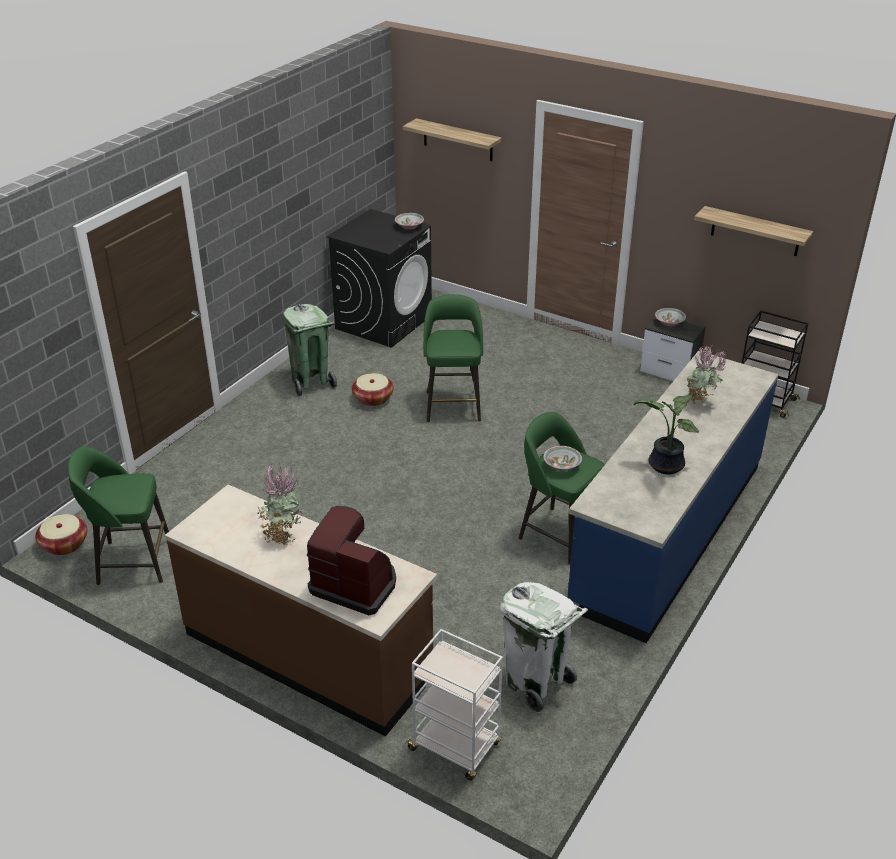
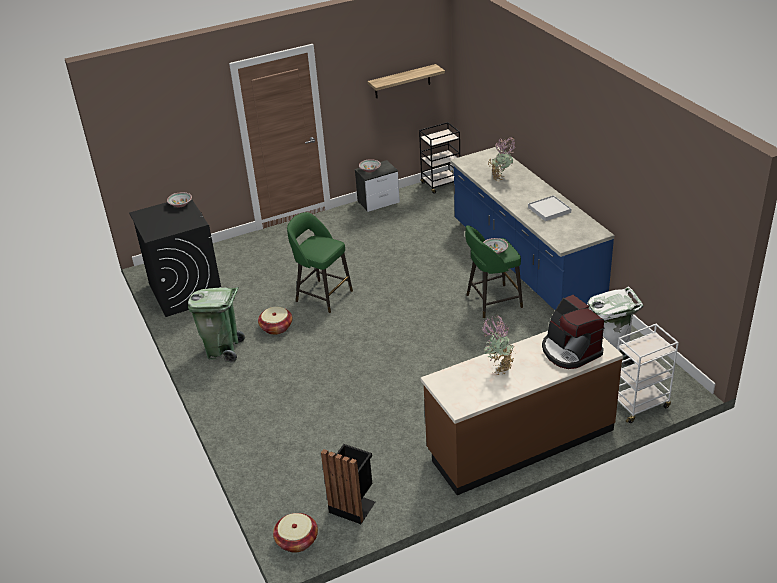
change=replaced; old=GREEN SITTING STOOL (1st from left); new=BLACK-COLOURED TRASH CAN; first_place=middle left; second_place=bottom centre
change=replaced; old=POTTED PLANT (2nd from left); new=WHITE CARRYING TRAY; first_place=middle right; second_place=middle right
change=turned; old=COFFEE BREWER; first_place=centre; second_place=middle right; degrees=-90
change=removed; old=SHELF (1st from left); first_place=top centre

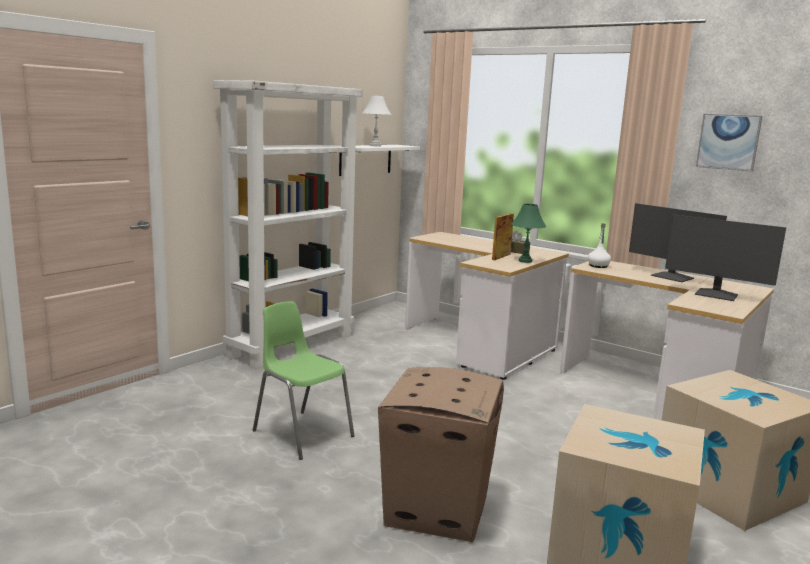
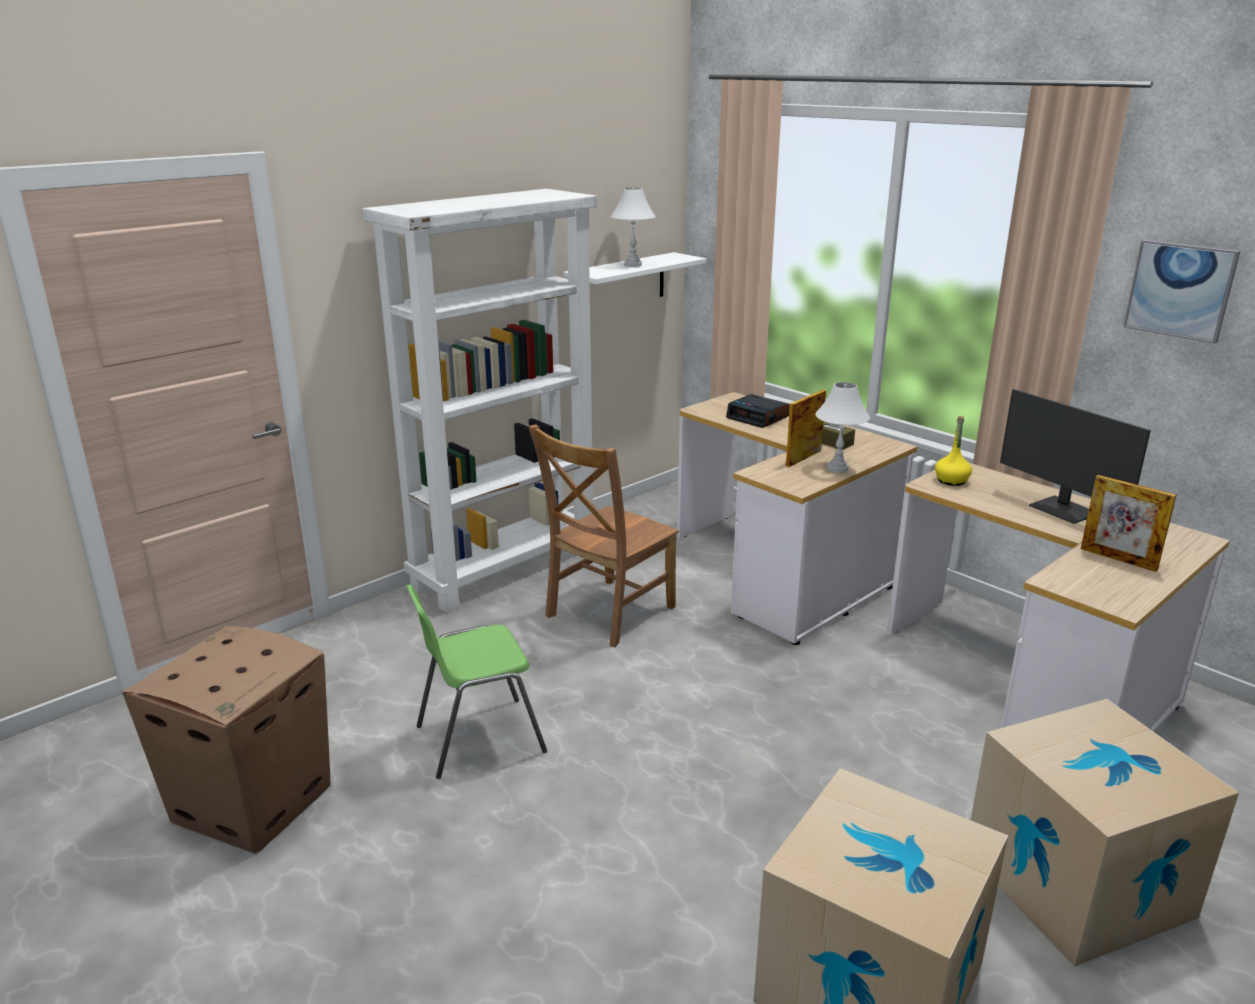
change=moved; old=CARTON (1st from left); first_place=bottom centre; second_place=bottom left
change=turned; old=GREEN PLAIN CHAIR; first_place=bottom centre; second_place=bottom centre; degrees=-75
change=added; new=BROWN-COLOURED PLAIN CHAIR; second_place=centre
change=added; new=TABLE CLOCK; second_place=centre
change=recoloured; old=GREEN LAMP FOR A TABLE; new=WHITE LAMP FOR A TABLE (2nd from left); first_place=centre; second_place=middle right
change=recoloured; old=WHITE DRINK BOTTLE; new=YELLOWISH DRINK BOTTLE; first_place=middle right; second_place=middle right
change=replaced; old=COMPUTER DISPLAY (2nd from left); new=PICTURE FRAME (2nd from left); first_place=middle right; second_place=middle right

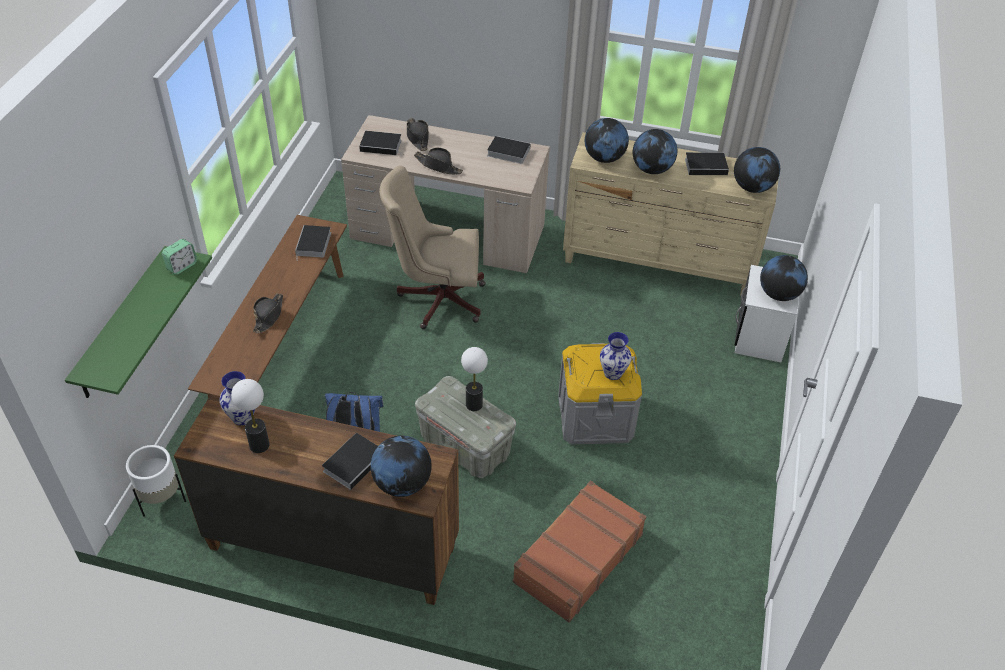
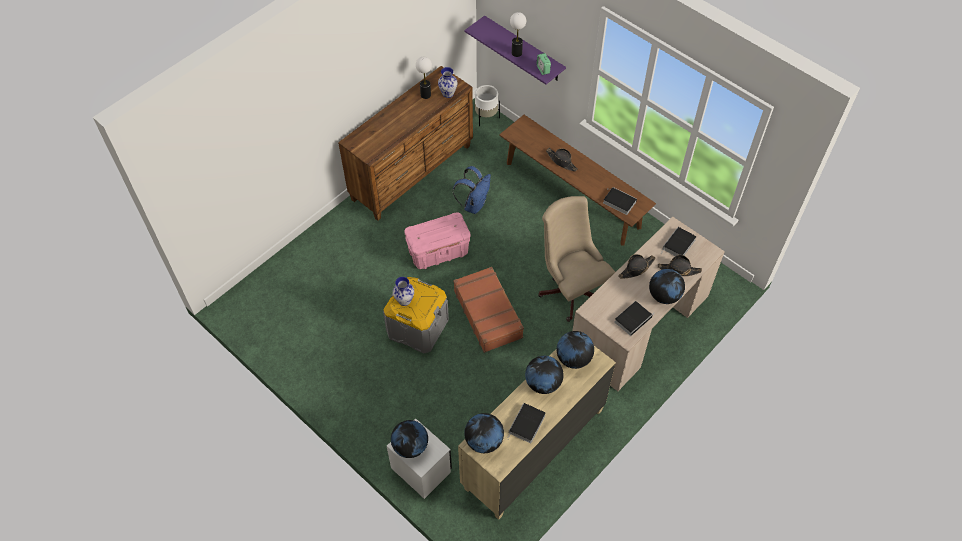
change=recoloured; old=GREY STORAGE CONTAINER (1st from left); new=PINK STORAGE CONTAINER; first_place=centre; second_place=centre
change=moved; old=BROWN-COLOURED PIECE OF LUGGAGE; first_place=bottom centre; second_place=centre
change=recoloured; old=GREEN SHELF; new=PURPLISH SHELF; first_place=middle left; second_place=top centre
change=moved; old=LAMP FOR A TABLE (2nd from left); first_place=centre; second_place=top centre
change=turned; old=SAND-COLOURED COMPUTER CHAIR; first_place=centre; second_place=centre; degrees=-60
change=moved; old=GLOBE (1st from left in the first image); new=GLOBE (5th from left); first_place=bottom centre; second_place=middle right
change=removed; old=VOLUME (2nd from left); first_place=bottom centre

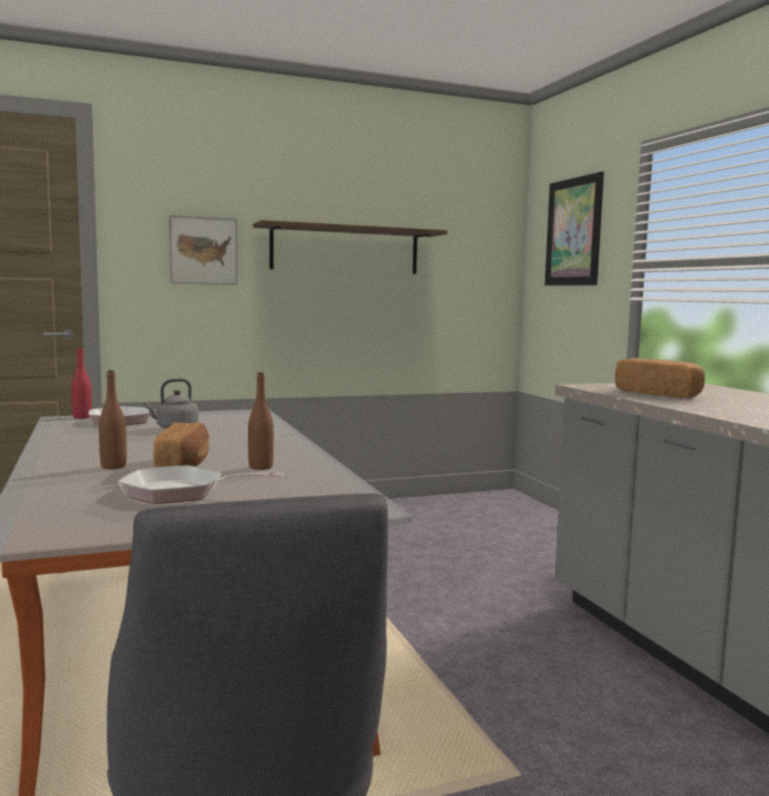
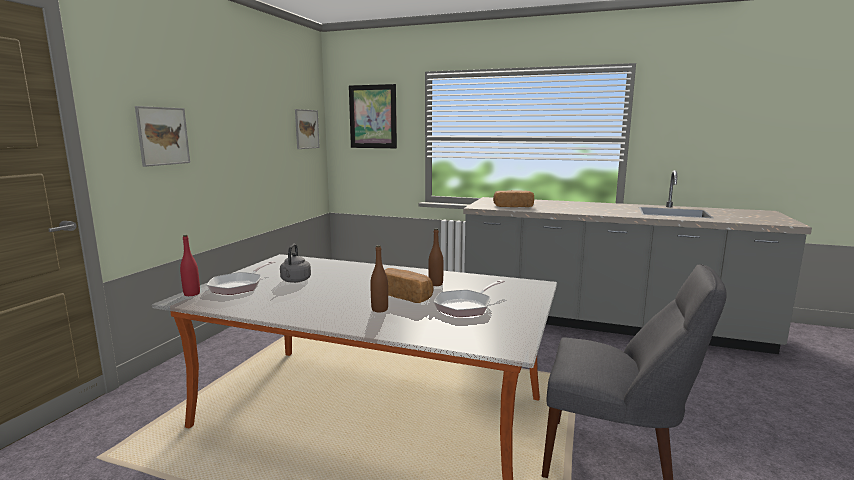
change=added; new=WALL ART (2nd from left); second_place=top centre
change=removed; old=SHELF; first_place=top centre

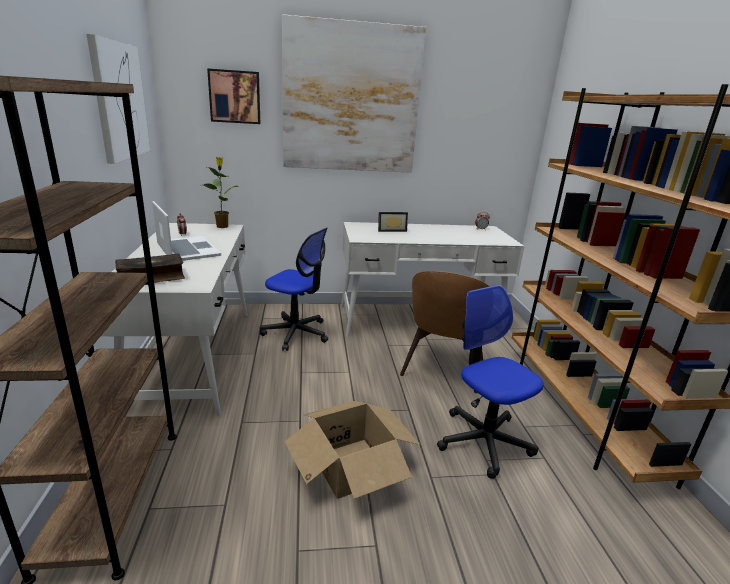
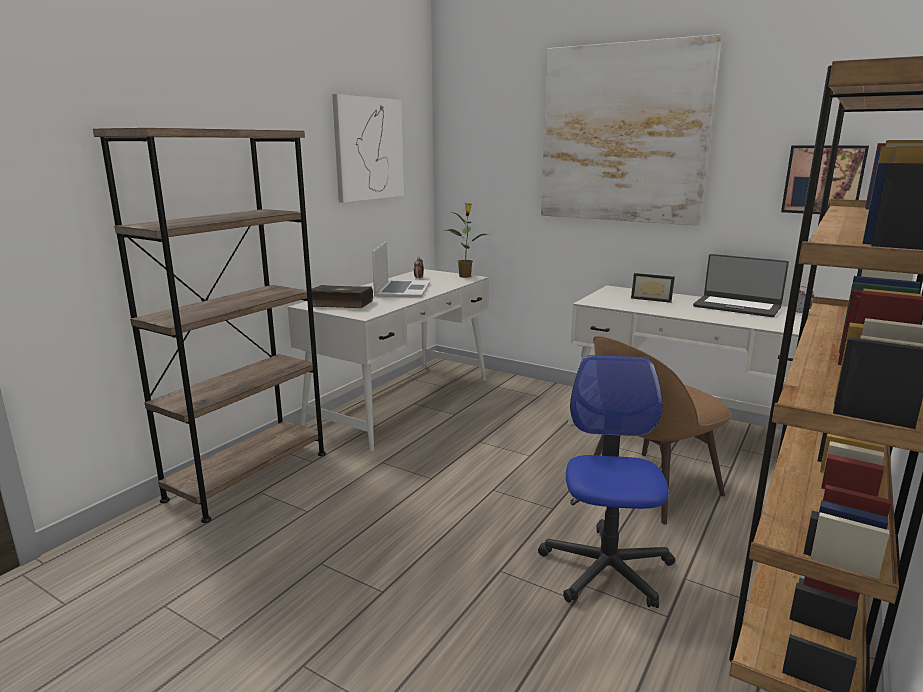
change=added; new=PORTABLE COMPUTER (2nd from left); second_place=middle right
change=moved; old=WALL ART (2nd from left in the first image); new=WALL ART (3rd from left); first_place=top left; second_place=top right
change=removed; old=COMPUTER CHAIR (1st from left); first_place=centre
change=removed; old=CARTON; first_place=bottom centre

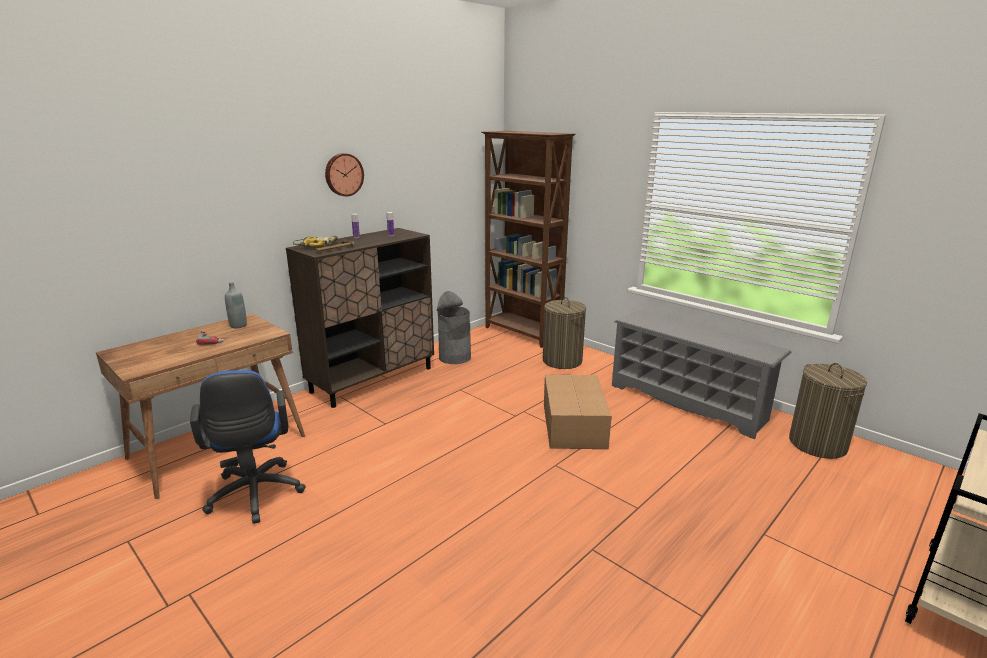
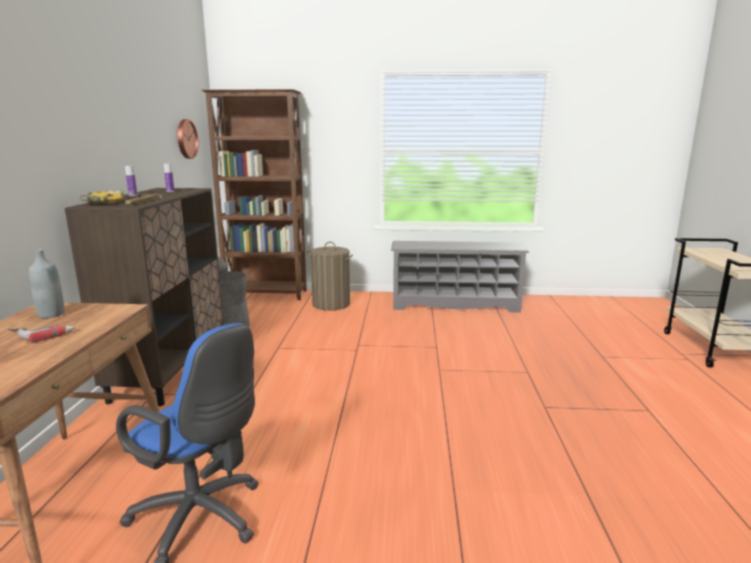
change=moved; old=HANGING CLOCK; first_place=top centre; second_place=top left
change=removed; old=CARTON; first_place=centre
change=removed; old=HAMPER (2nd from left); first_place=middle right

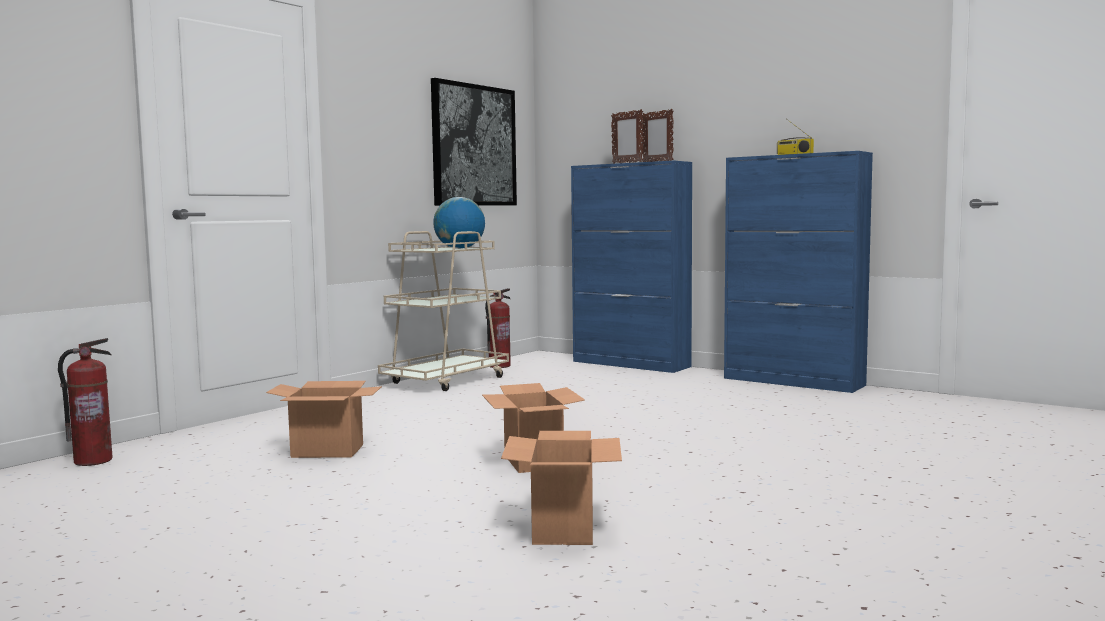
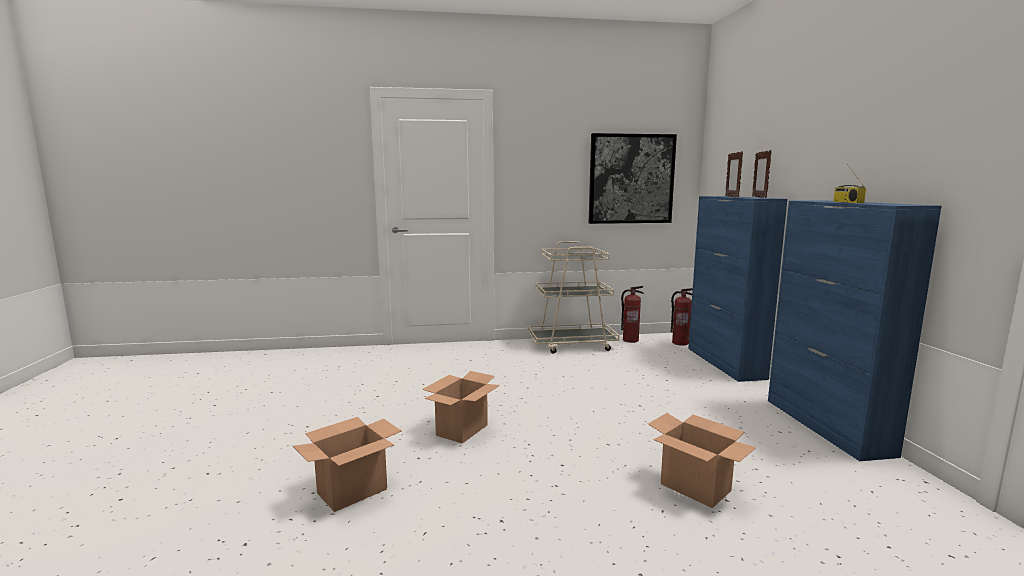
change=moved; old=CARTON (1st from left in the first image); new=CARTON (3rd from left); first_place=bottom left; second_place=bottom right
change=moved; old=FIRE EXTINGUISHER (1st from left in the first image); new=FIRE EXTINGUISHER (2nd from left); first_place=middle left; second_place=centre
change=removed; old=GLOBE; first_place=centre

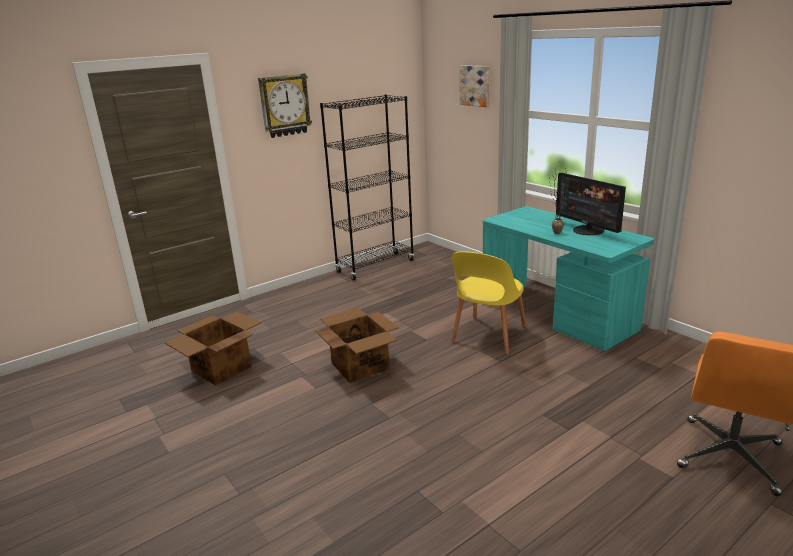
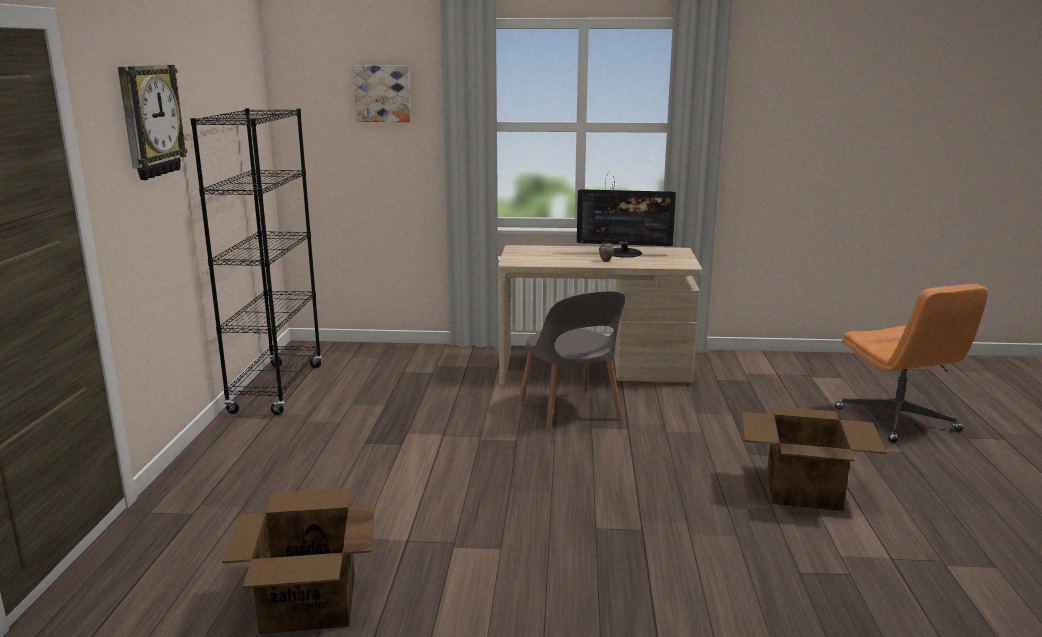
change=recoloured; old=TURQUOISE DESK UNIT; new=SAND-COLOURED DESK UNIT; first_place=middle right; second_place=centre
change=recoloured; old=YELLOWISH PLAIN CHAIR; new=GREY PLAIN CHAIR; first_place=centre; second_place=centre
change=moved; old=CARTON (2nd from left); first_place=centre; second_place=bottom right

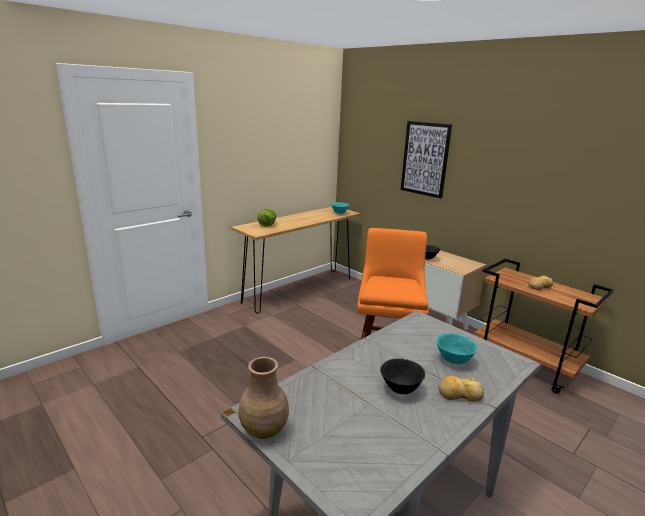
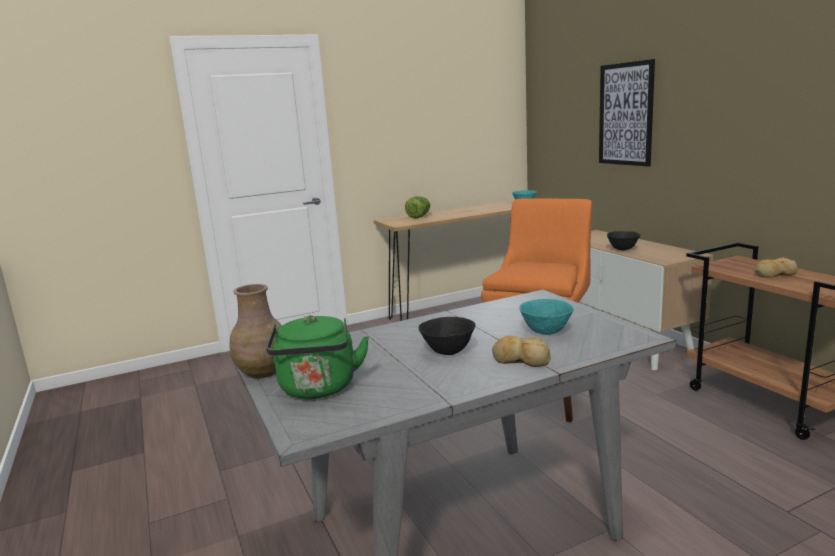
change=added; new=GREEN WATER KETTLE; second_place=centre

